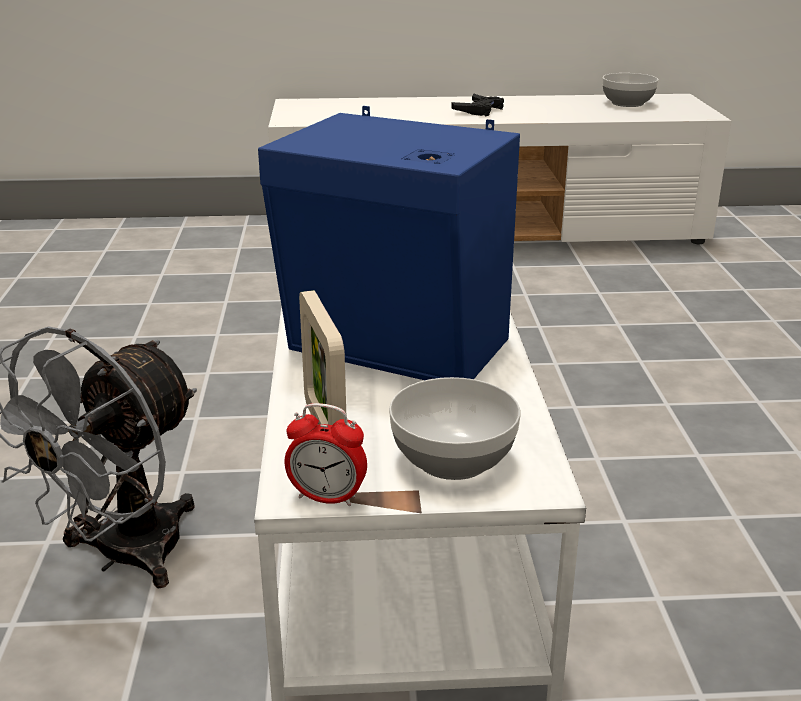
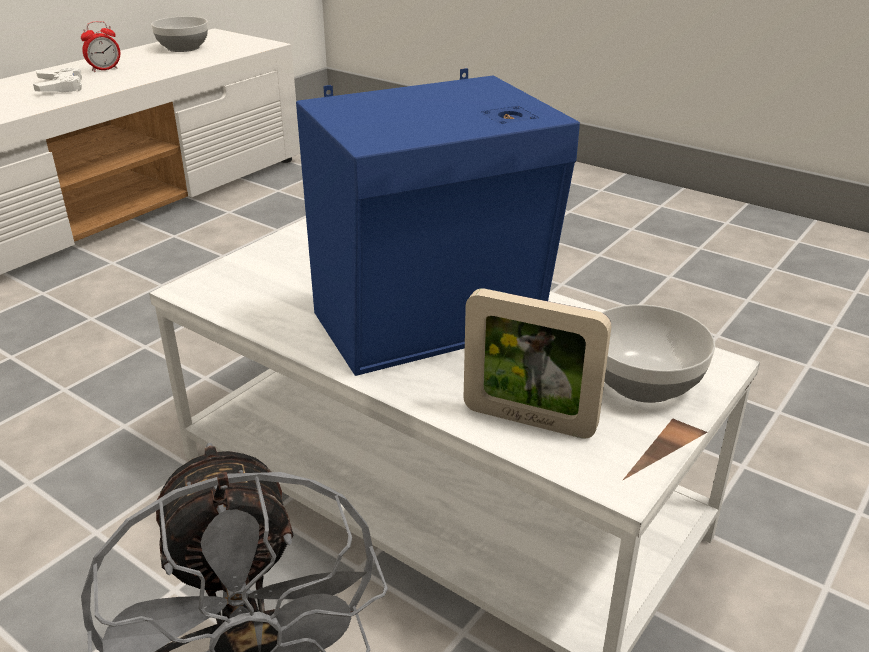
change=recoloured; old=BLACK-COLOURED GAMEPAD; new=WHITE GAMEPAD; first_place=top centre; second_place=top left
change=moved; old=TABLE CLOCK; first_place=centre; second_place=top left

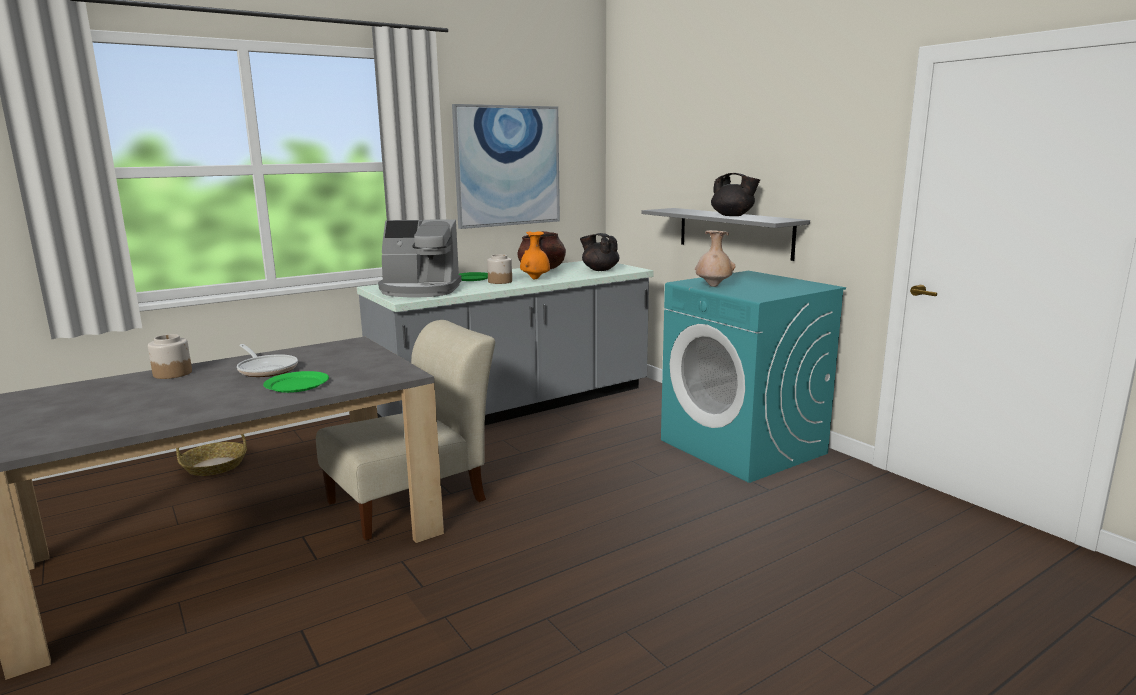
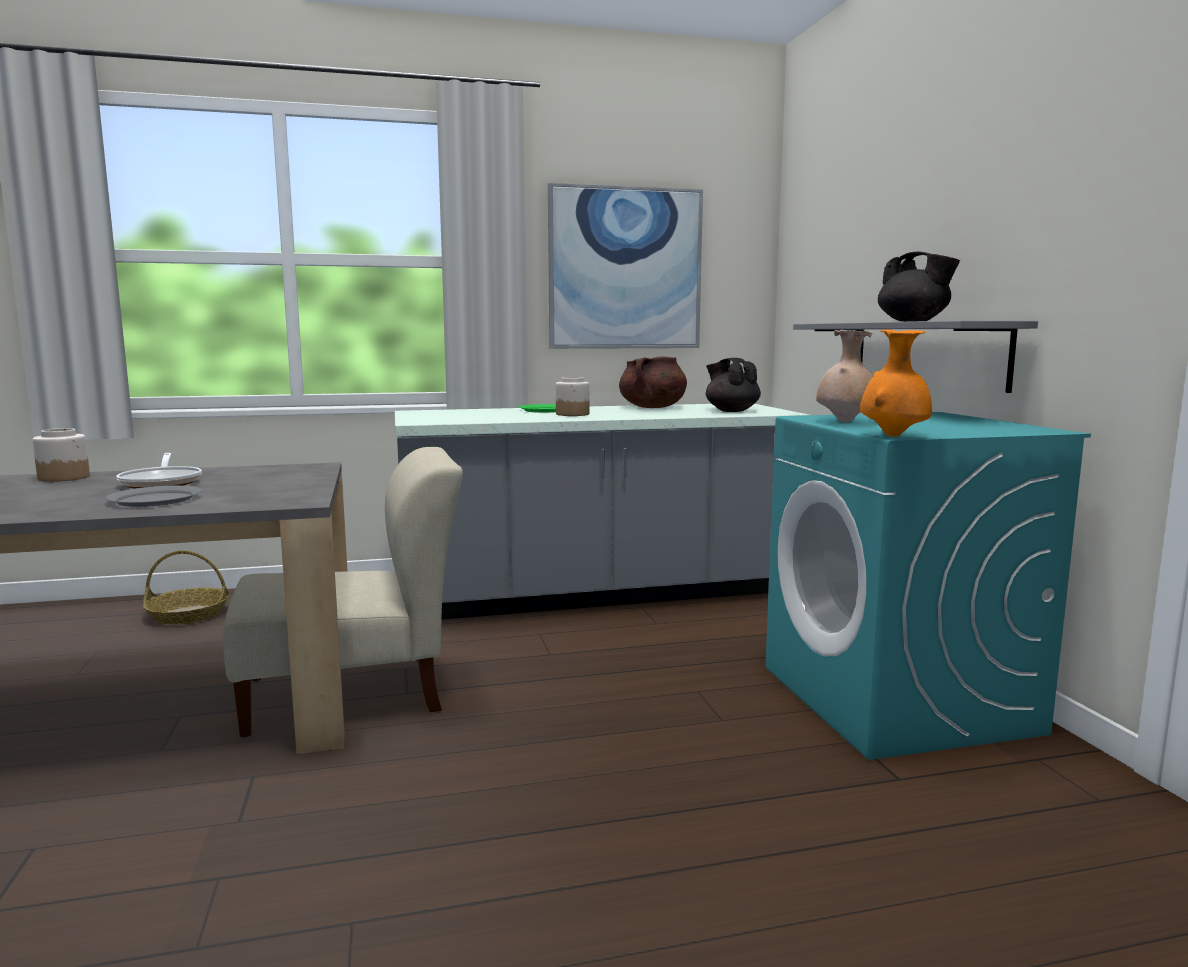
change=recoloured; old=GREEN FLAT DISH (1st from left); new=GREY FLAT DISH; first_place=middle left; second_place=middle left
change=moved; old=ORANGE FLOWER VASE; first_place=centre; second_place=middle right
change=removed; old=COFFEE BREWER; first_place=centre

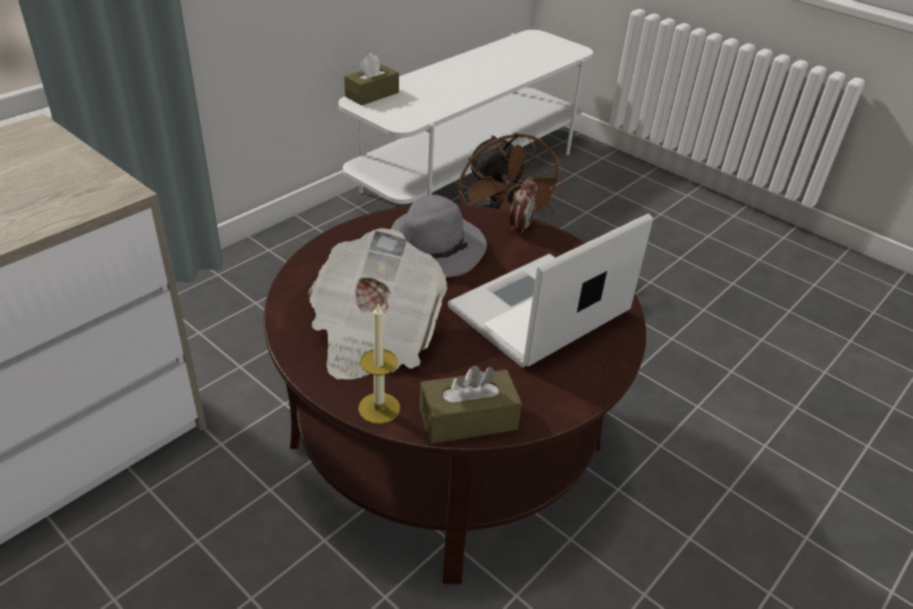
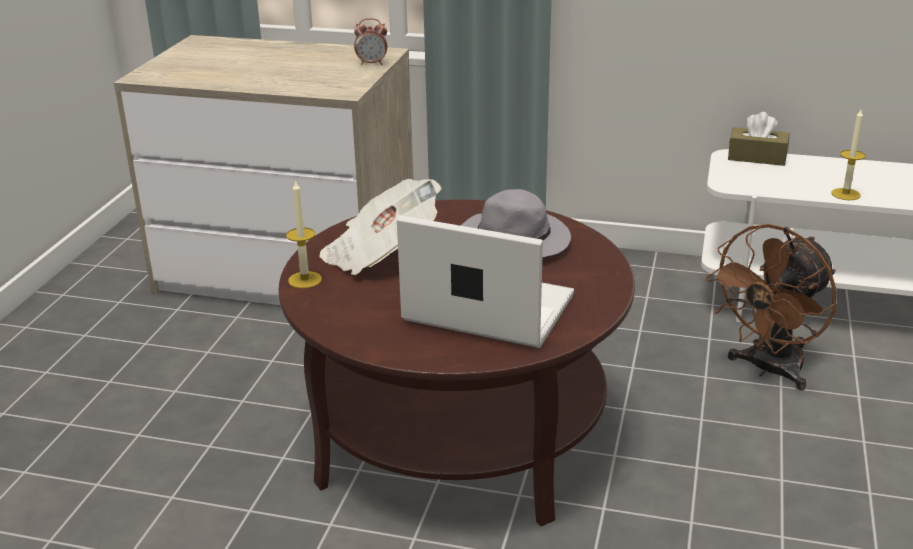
change=moved; old=TABLE CLOCK; first_place=centre; second_place=top centre
change=added; new=WAX LIGHT (2nd from left); second_place=top right
change=removed; old=BROWN-COLOURED TISSUE BOX (2nd from left); first_place=centre

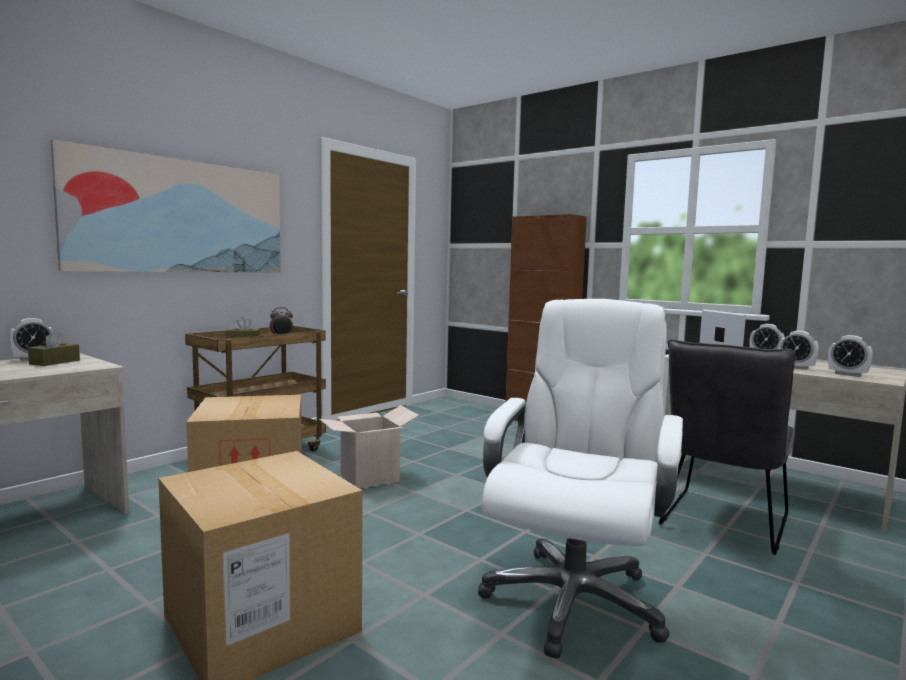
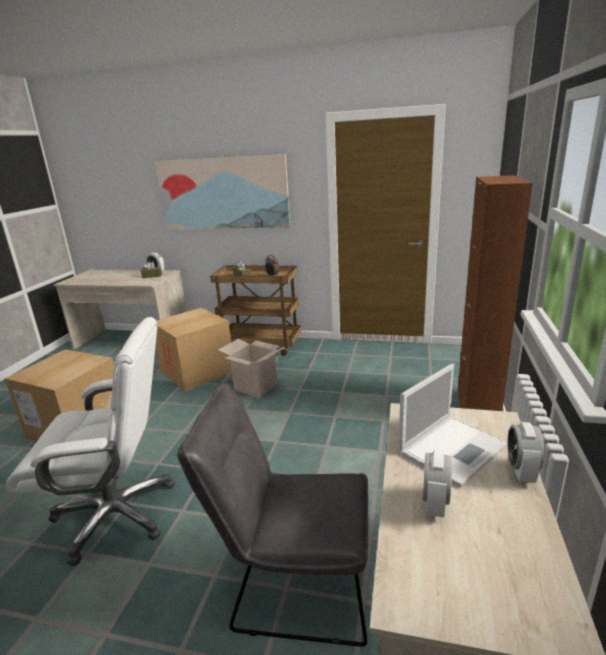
change=removed; old=TABLE CLOCK (5th from left); first_place=middle right

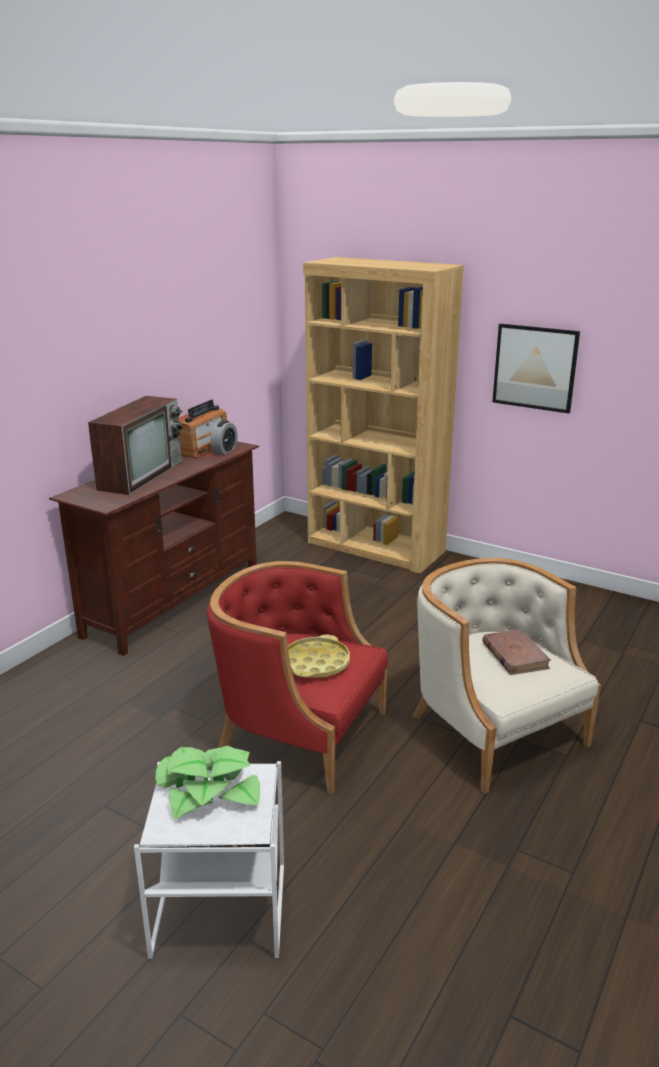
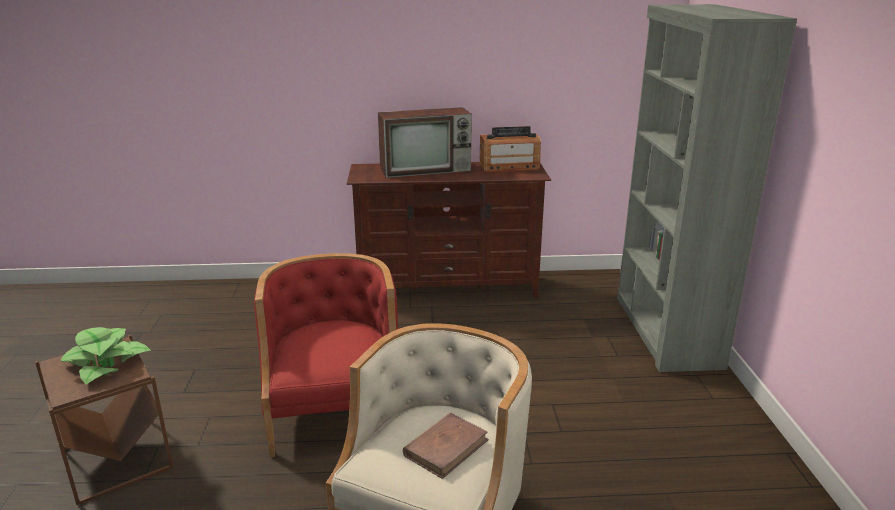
change=recoloured; old=WHITE SIDE TABLE; new=BROWN-COLOURED SIDE TABLE; first_place=bottom left; second_place=bottom left
change=recoloured; old=BROWN-COLOURED BOOKSHELF; new=GREY BOOKSHELF; first_place=centre; second_place=middle right
change=removed; old=TABLE CLOCK; first_place=centre
change=removed; old=YELLOWISH CARRYING TRAY; first_place=centre
change=removed; old=WALL ART; first_place=middle right

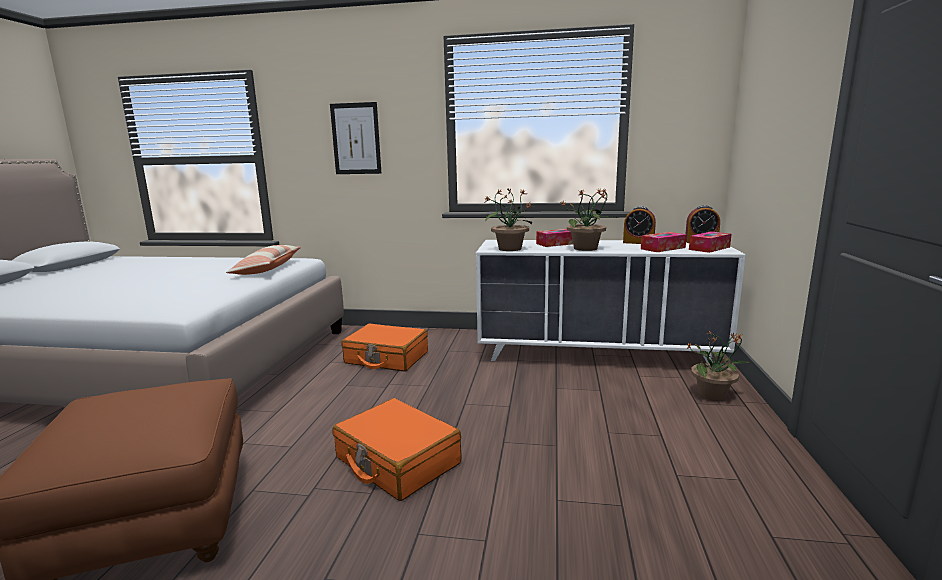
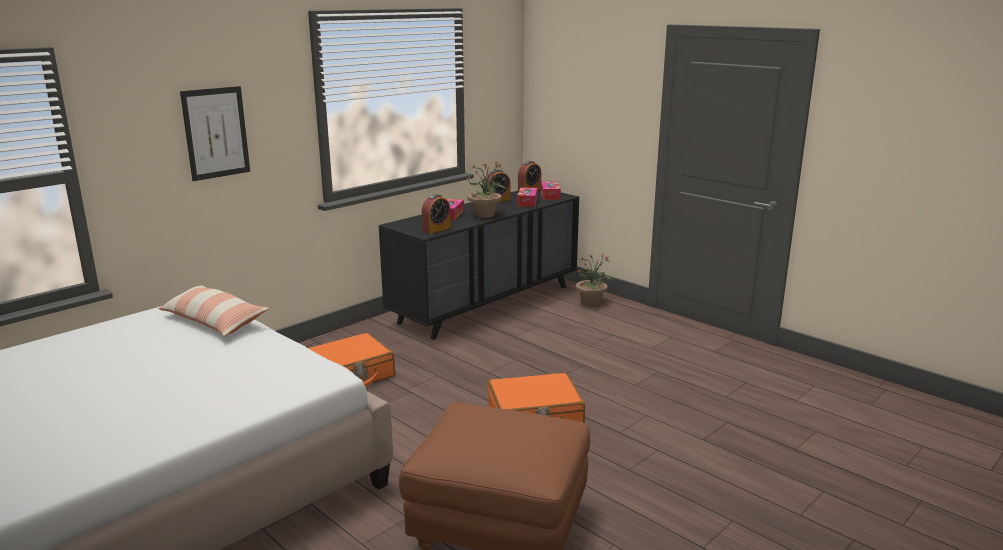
change=recoloured; old=WHITE CHEST OF DRAWERS; new=BLACK-COLOURED CHEST OF DRAWERS; first_place=centre; second_place=centre
change=replaced; old=POTTED PLANT (1st from left); new=TABLE CLOCK (1st from left); first_place=centre; second_place=centre

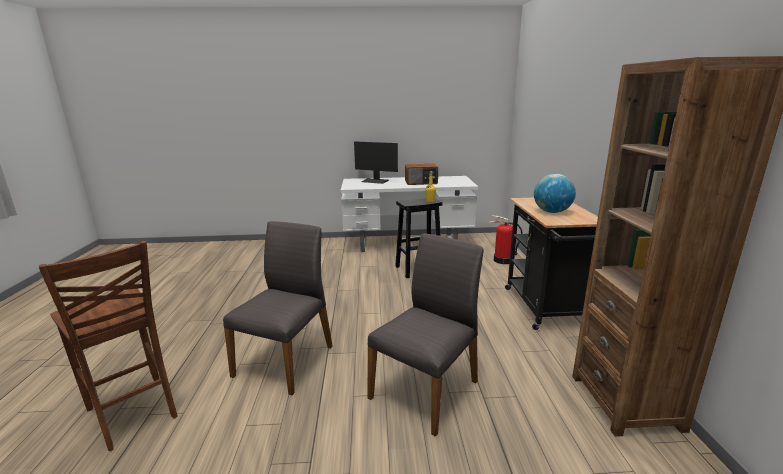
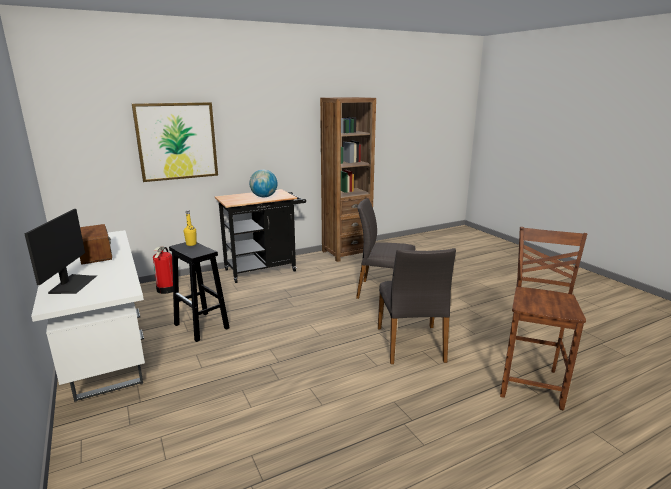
change=added; new=WALL ART; second_place=top left
change=turned; old=GREY PLAIN CHAIR (1st from left in the first image); first_place=centre; second_place=centre; degrees=-90

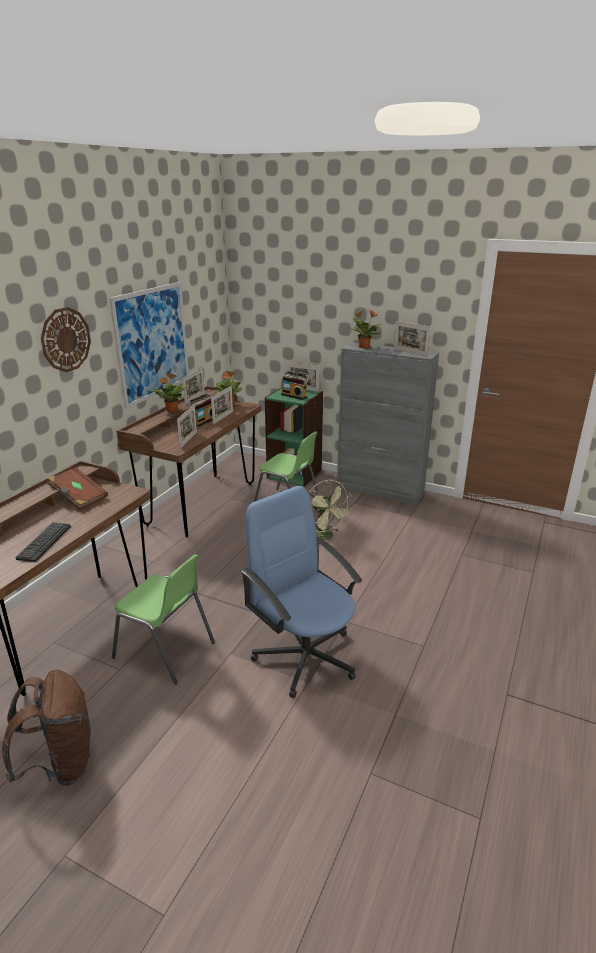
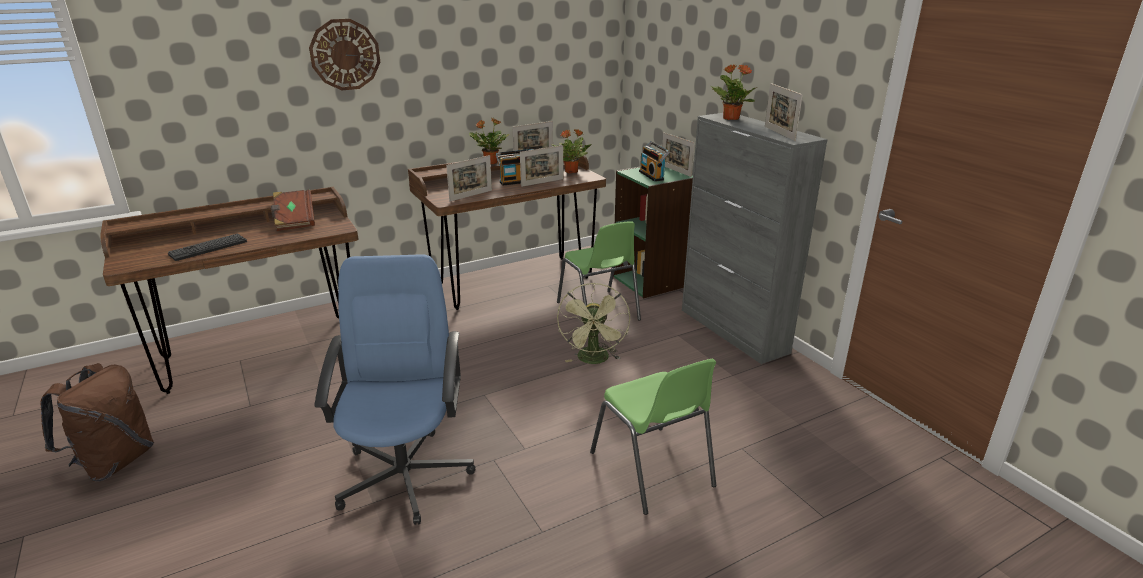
change=moved; old=GREEN PLAIN CHAIR (1st from left in the first image); new=GREEN PLAIN CHAIR (2nd from left); first_place=middle left; second_place=bottom centre
change=removed; old=WALL ART; first_place=middle left

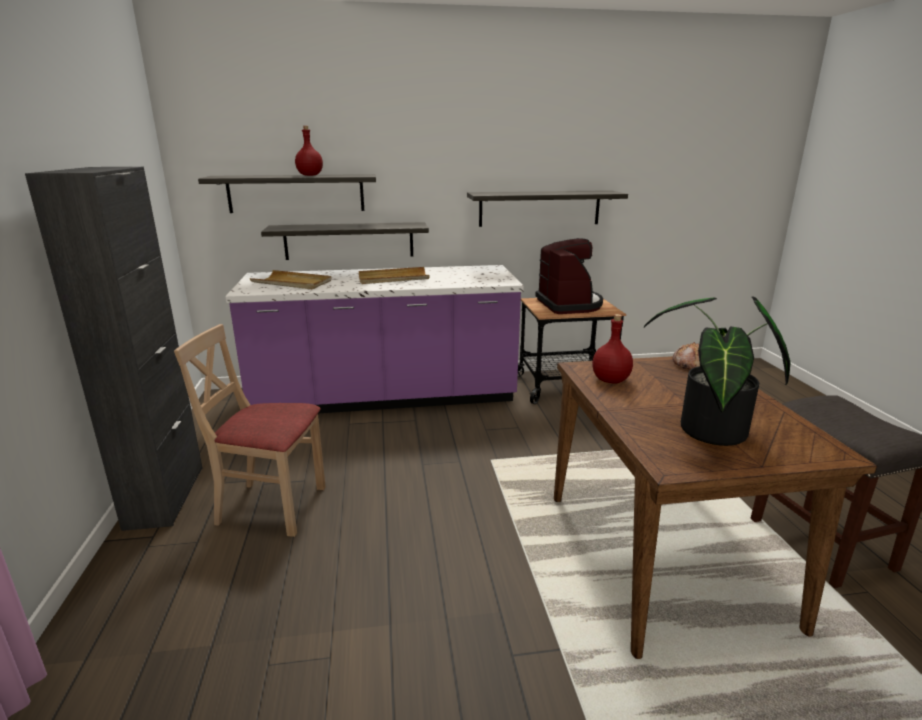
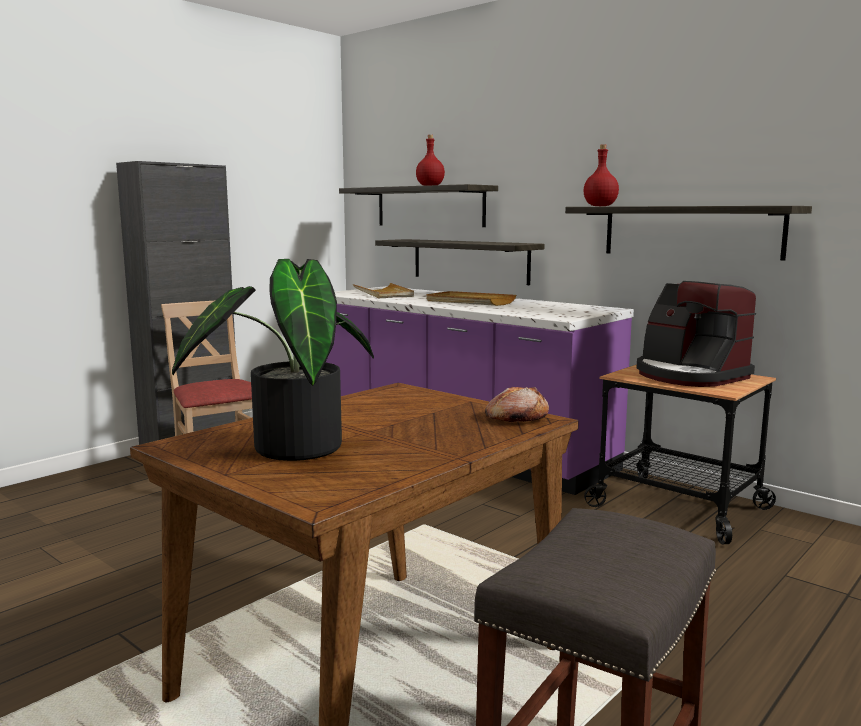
change=moved; old=REDDISH DRINK BOTTLE (2nd from left); first_place=centre; second_place=top right
change=turned; old=COFFEE BREWER; first_place=centre; second_place=middle right; degrees=105

